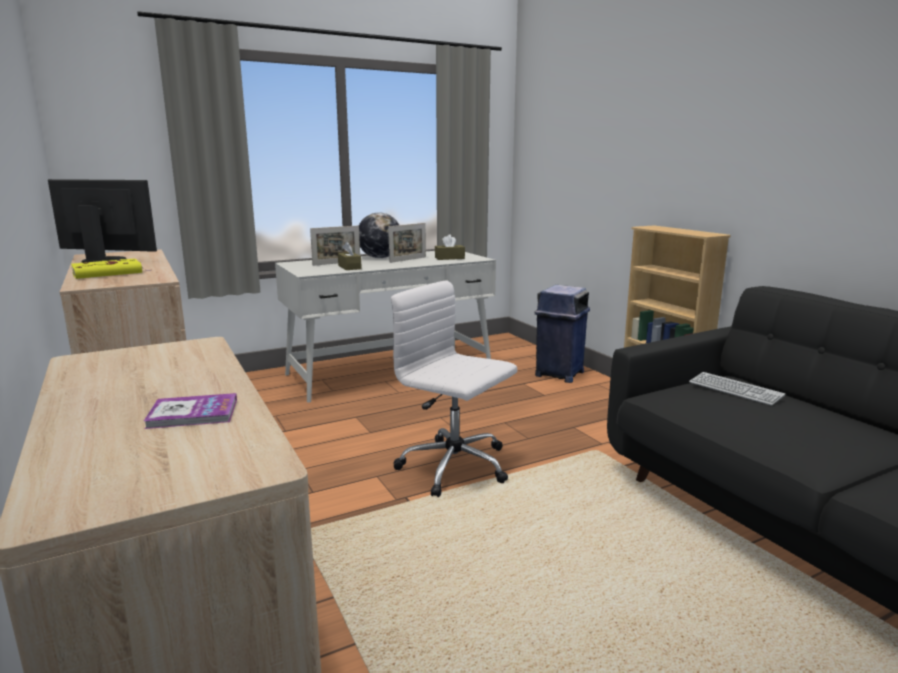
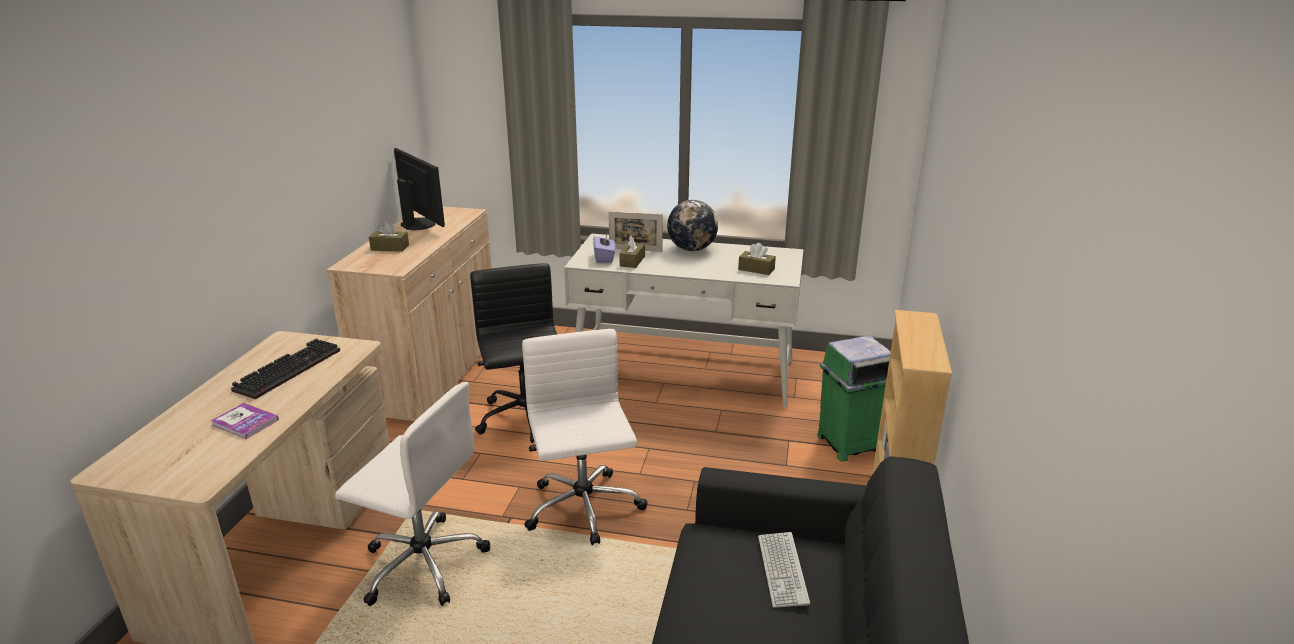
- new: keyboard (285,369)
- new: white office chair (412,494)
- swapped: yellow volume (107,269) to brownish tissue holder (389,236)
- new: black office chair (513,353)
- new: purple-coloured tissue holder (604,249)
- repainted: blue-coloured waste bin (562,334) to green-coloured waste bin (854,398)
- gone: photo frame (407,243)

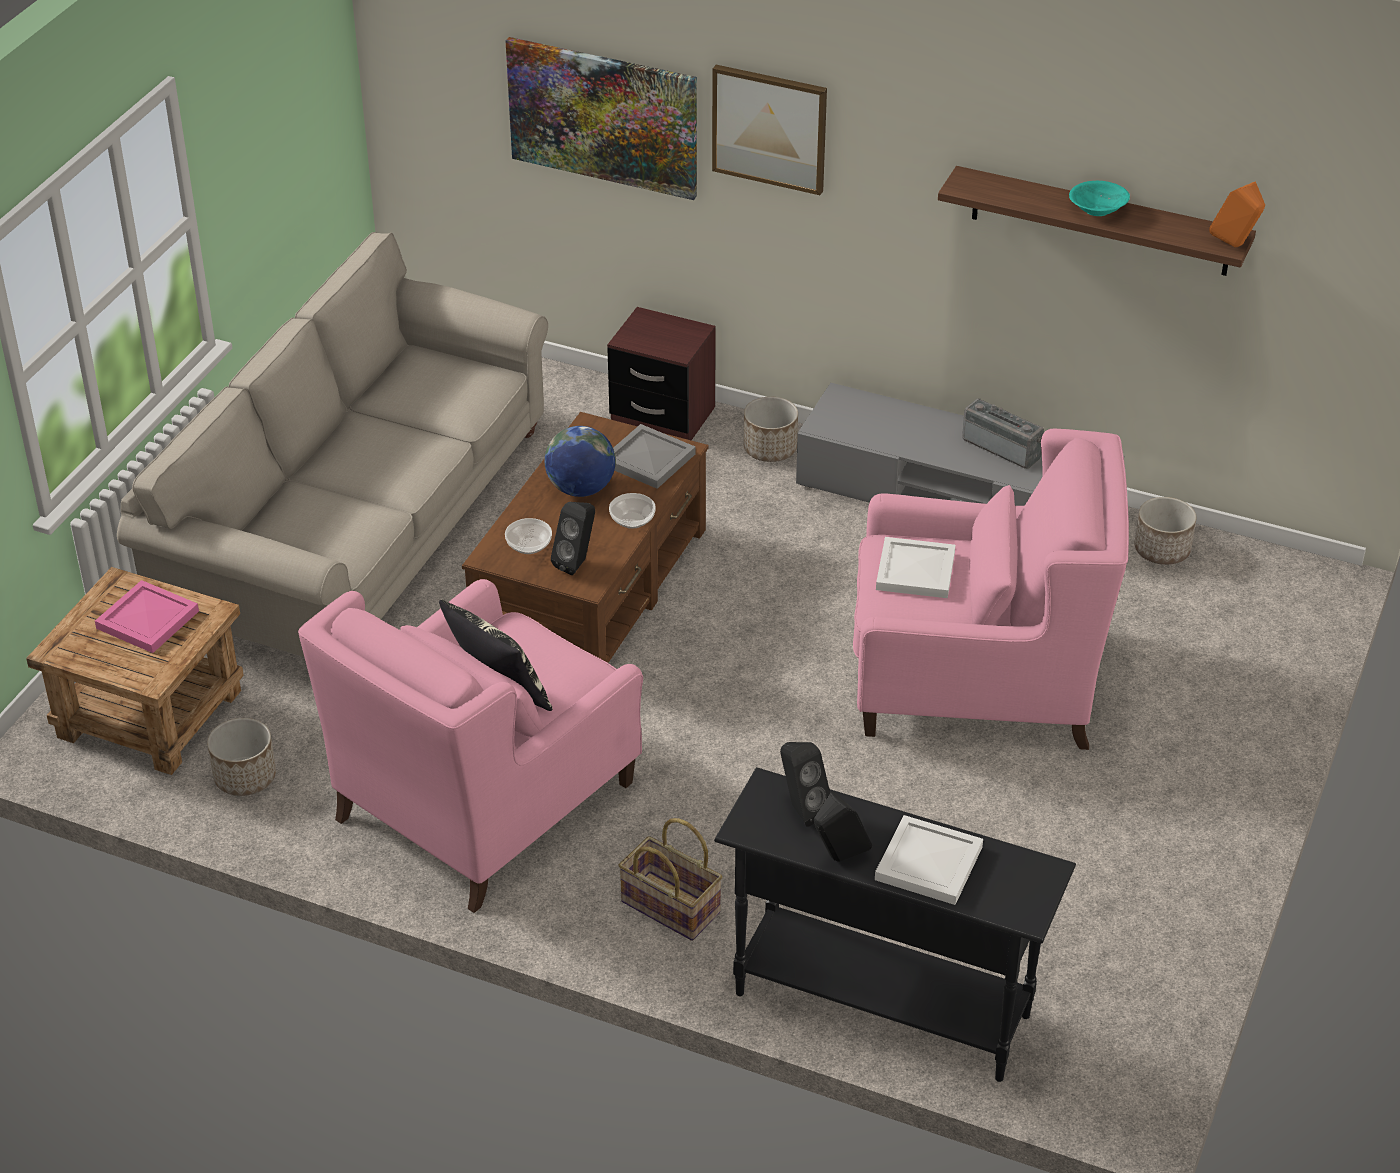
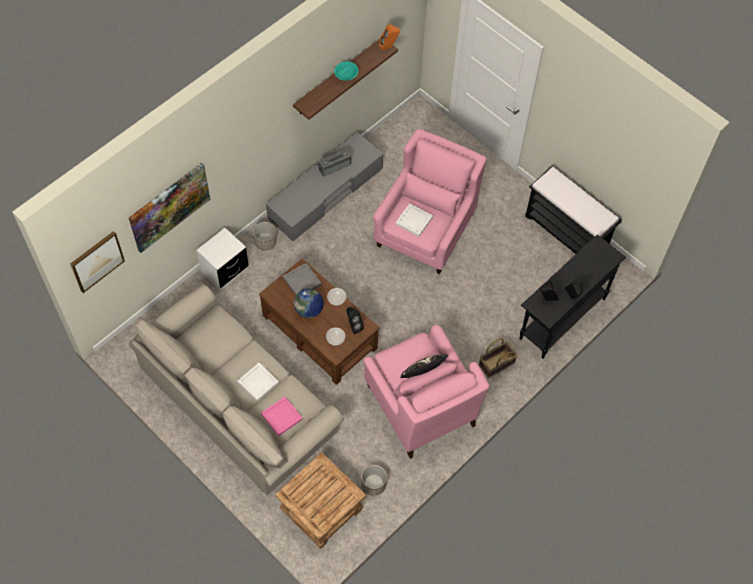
- shifted: picture (769,130) to (97,262)
- repainted: brownish bedside table (661,373) to white bedside table (222,259)
- shifted: white carrying tray (929,860) to (258,382)
- shifted: pink-coloured carrying tray (147,616) to (282,416)
- new: black long seat (573,210)
- gone: planter (1166,531)

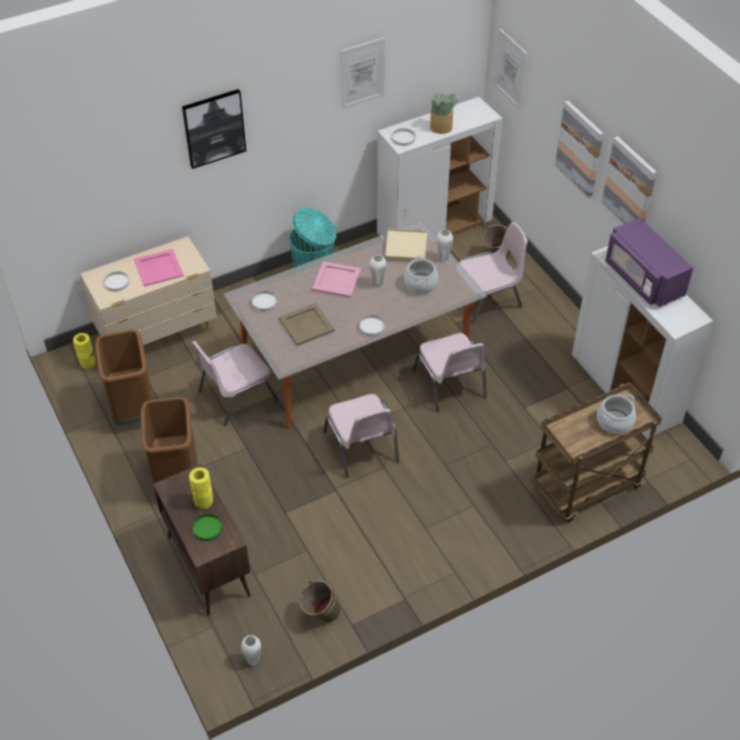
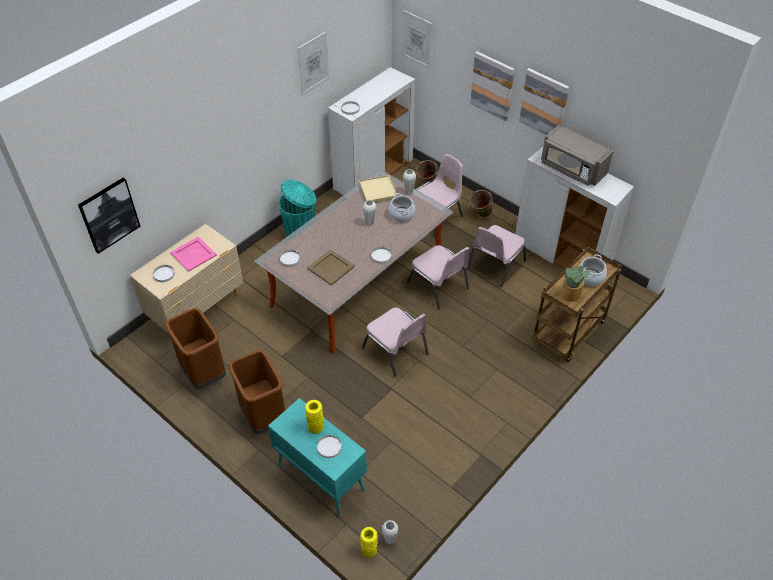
- shifted: picture (214,129) to (109,216)
- repainted: brownish cupboard (202,540) to blue-green cupboard (317,457)
- repainted: green-coloured plate (207,527) to white plate (329,446)
- shifted: yellow vase (84,351) to (369,542)
- shifted: pink-coloured chair (235,383) to (496,256)
- shifted: green-coloured pail (320,601) to (481,203)
- repainted: purple-coloured microwave oven (649,262) to gray microwave oven (577,155)
- shifted: houseplant (444,113) to (575,283)
- gone: pink-coloured carrying tray (337,279)

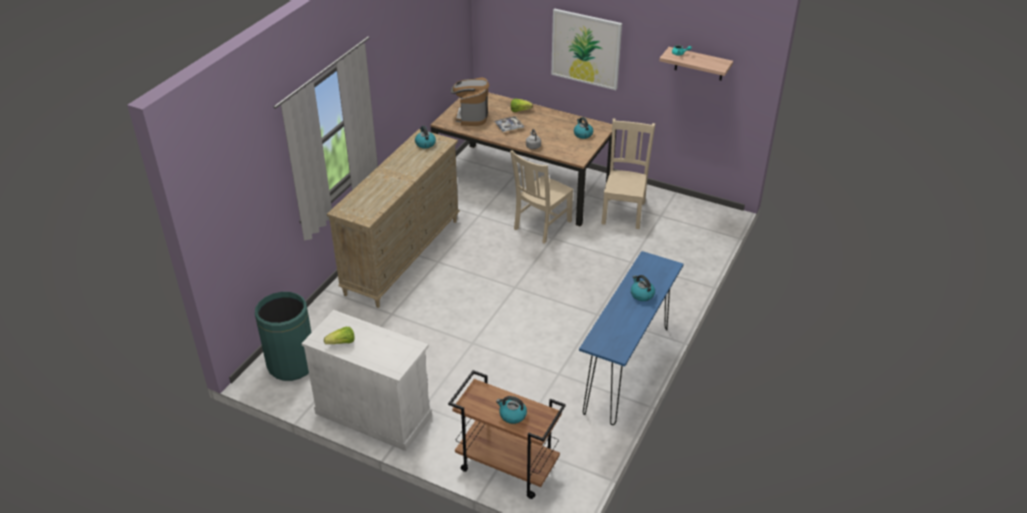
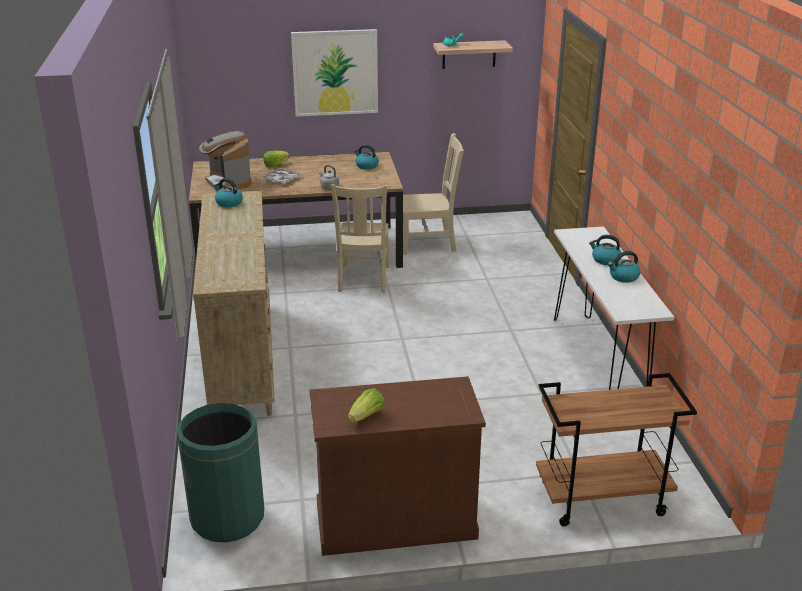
- repainted: white cupboard (366,380) to brownish cupboard (397,466)
- rotated: beige-coloured chair (628,174) = (433,194) 105 degrees clockwise
- repainted: blue-coloured console table (631,338) to white console table (614,308)
- shifted: tea kettle (511,410) to (624,267)

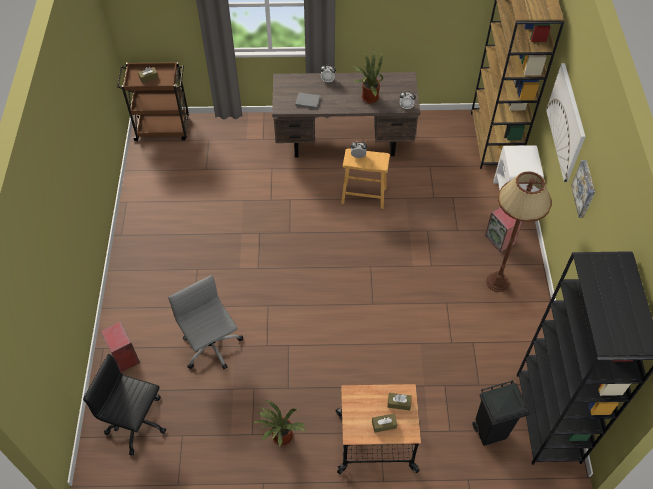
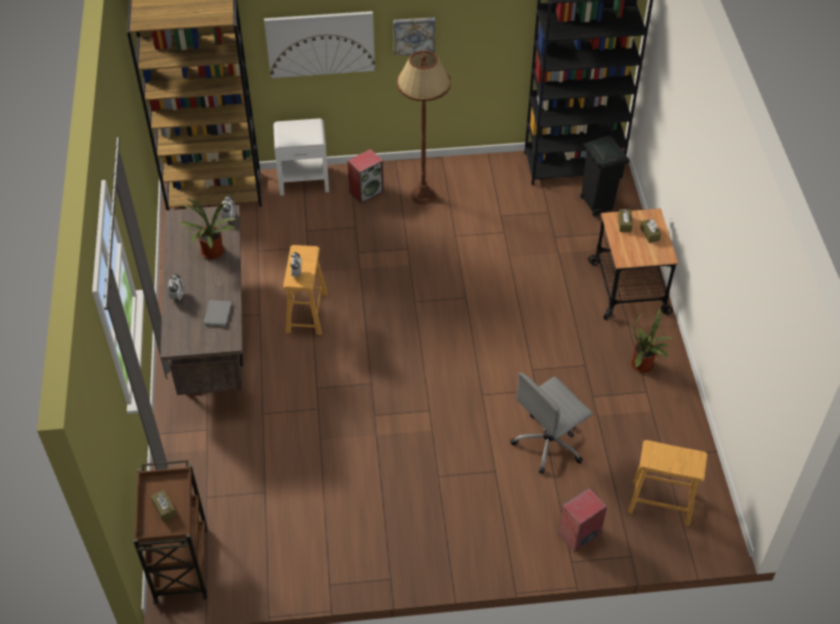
- swapped: black office chair (124,404) to brownish sitting stool (667,483)

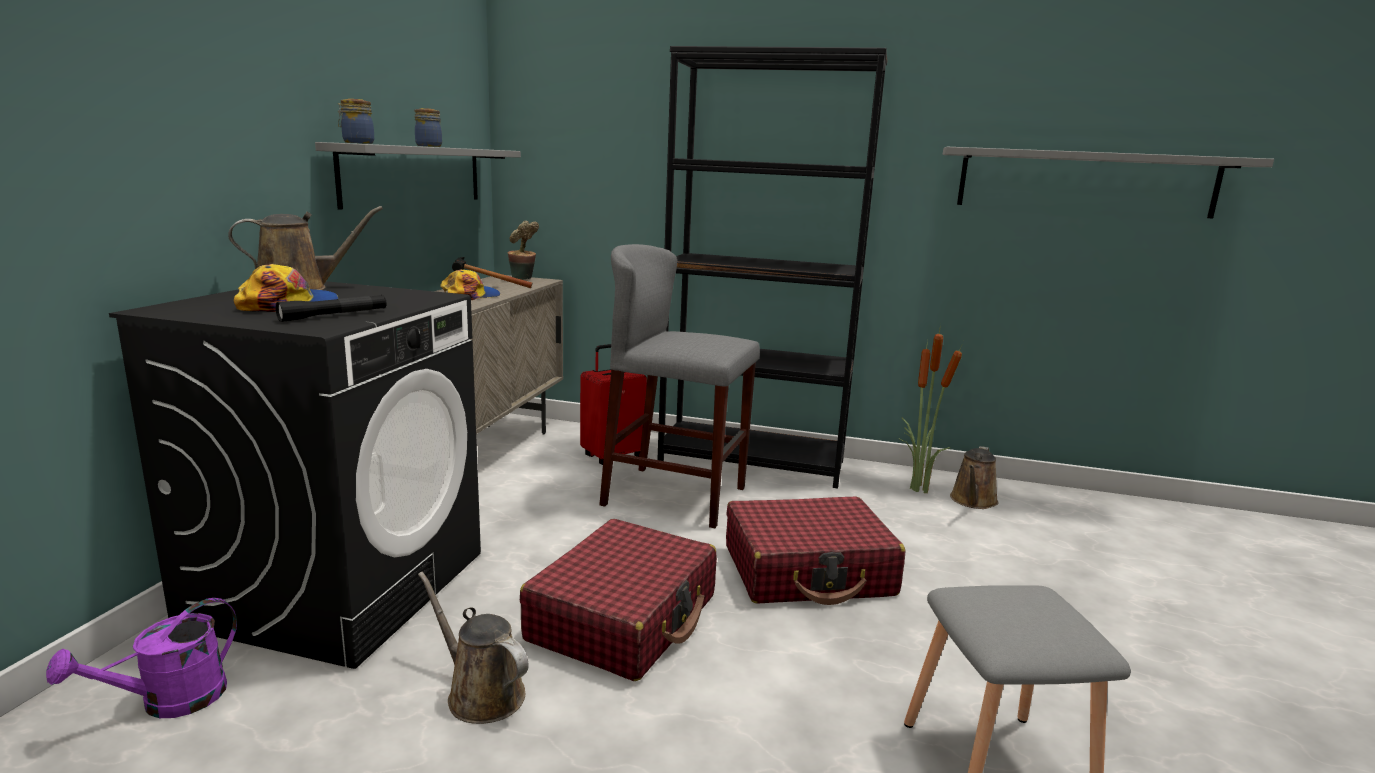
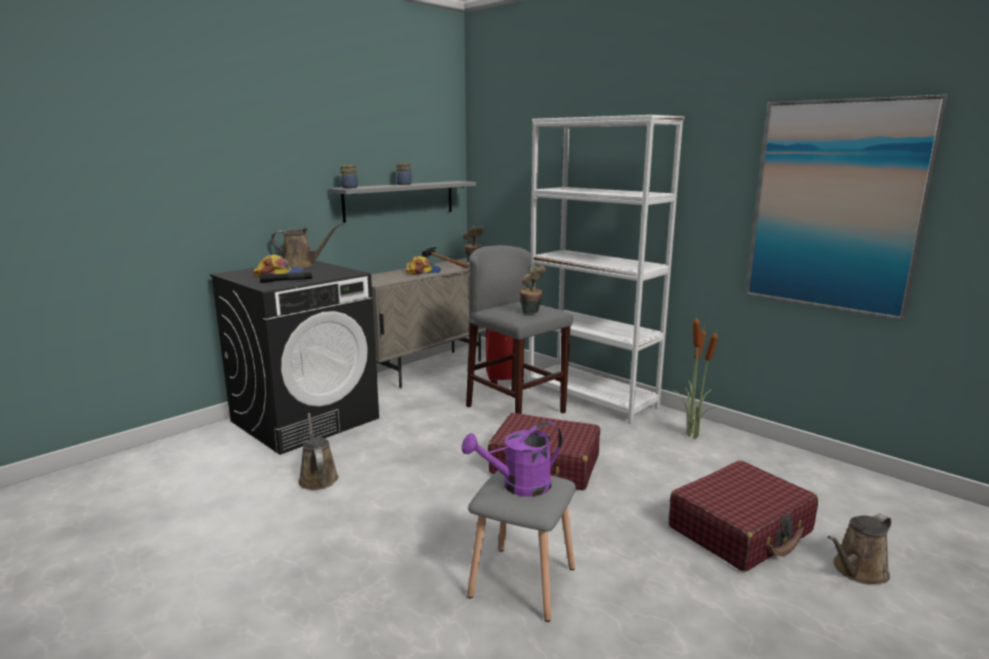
- shifted: purple-coloured watering can (141,658) to (512,459)
- new: houseplant (532,289)
- repainted: black bookcase (772,267) to white bookcase (606,269)
- shifted: reddish suitcase (618,600) to (743,516)
- swapped: gray bracket shelf (1108,182) to picture (846,208)
- shifted: brownish watering can (974,477) to (859,549)

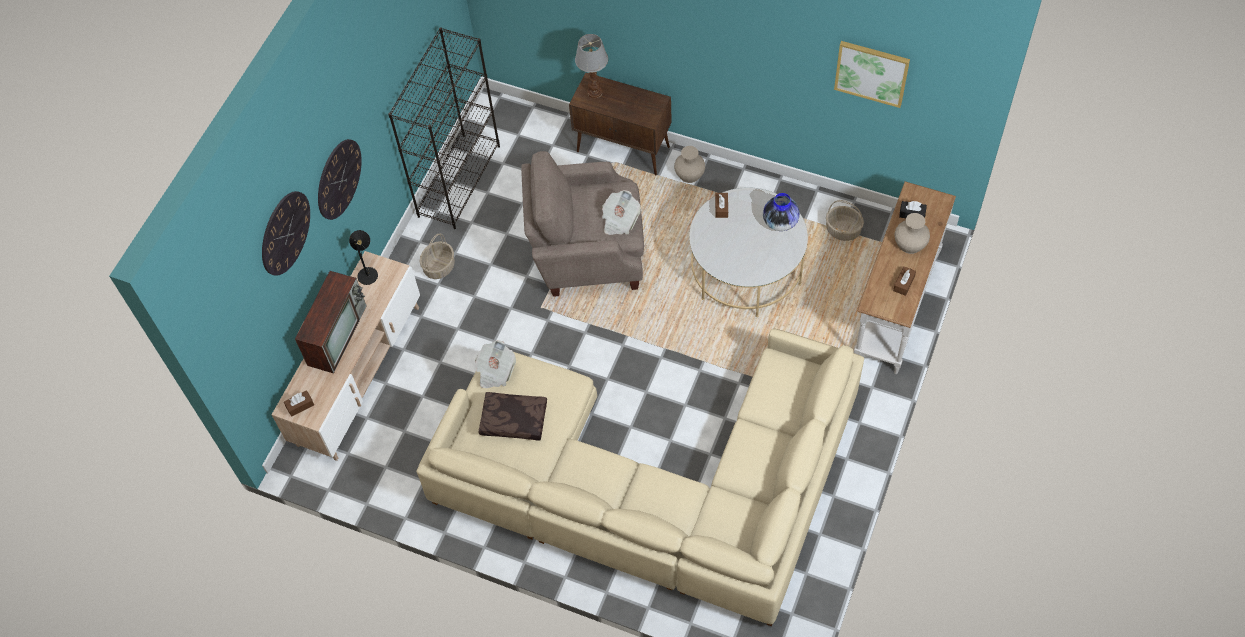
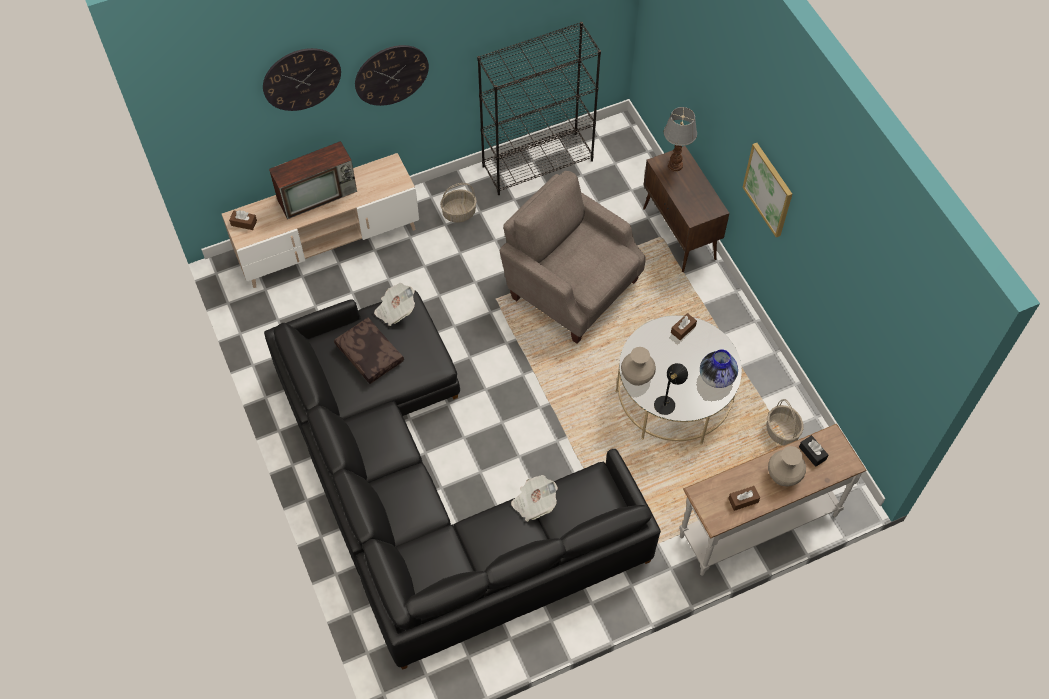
- repainted: beige-coloured settee (640,477) to black settee (462,480)
- shifted: newspaper (621,212) to (534,498)
- shifted: beige-coloured vase (689,164) to (638,366)
- shifted: black lamp for a table (363,257) to (671,389)
- shifted: picture (872,74) to (767,190)

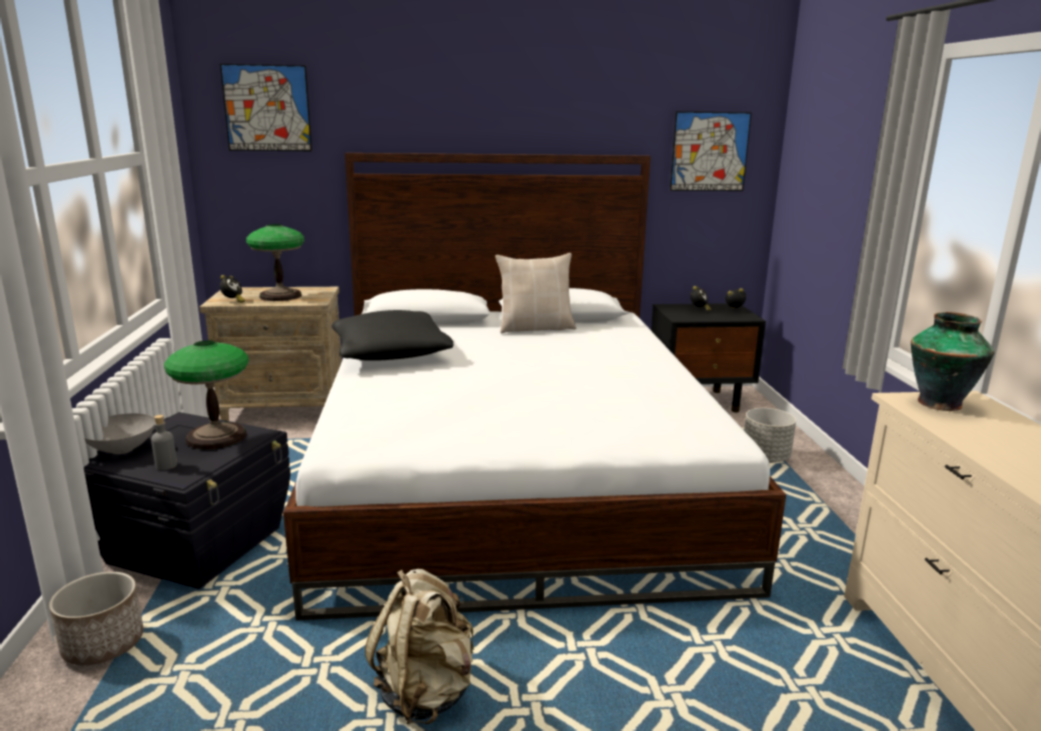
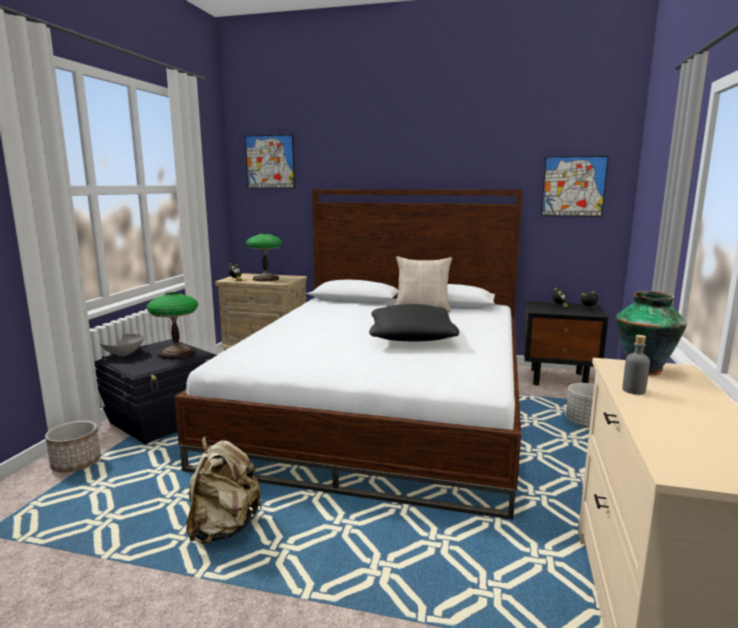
- shifted: black cushion (392,335) to (414,322)
- shifted: gray drink bottle (164,442) to (636,365)

